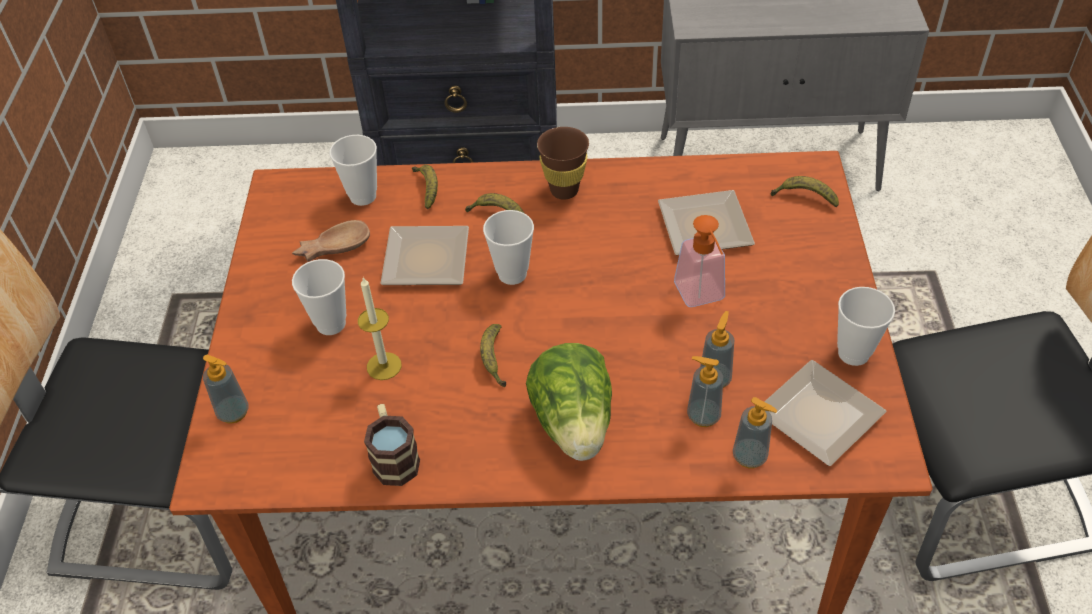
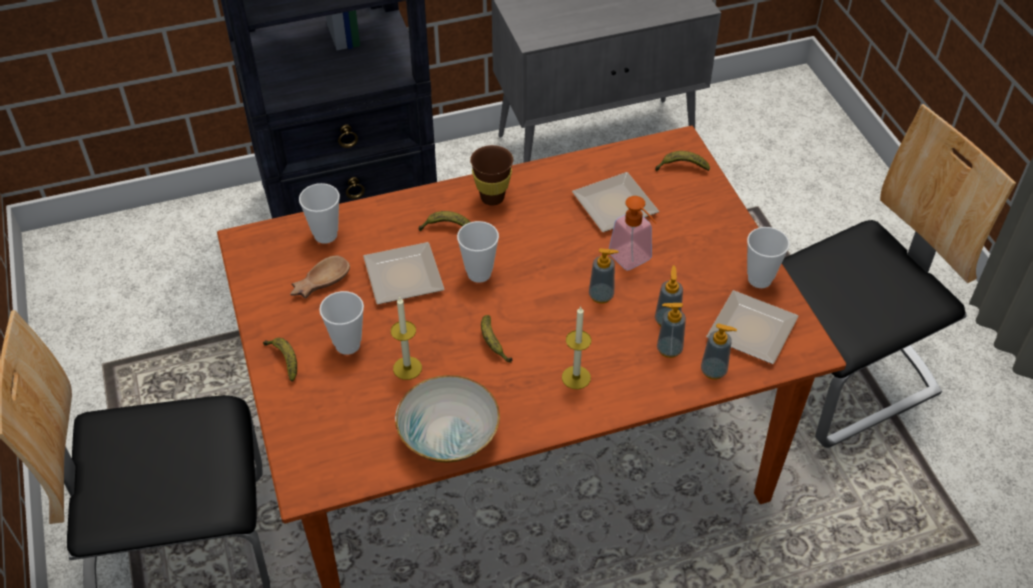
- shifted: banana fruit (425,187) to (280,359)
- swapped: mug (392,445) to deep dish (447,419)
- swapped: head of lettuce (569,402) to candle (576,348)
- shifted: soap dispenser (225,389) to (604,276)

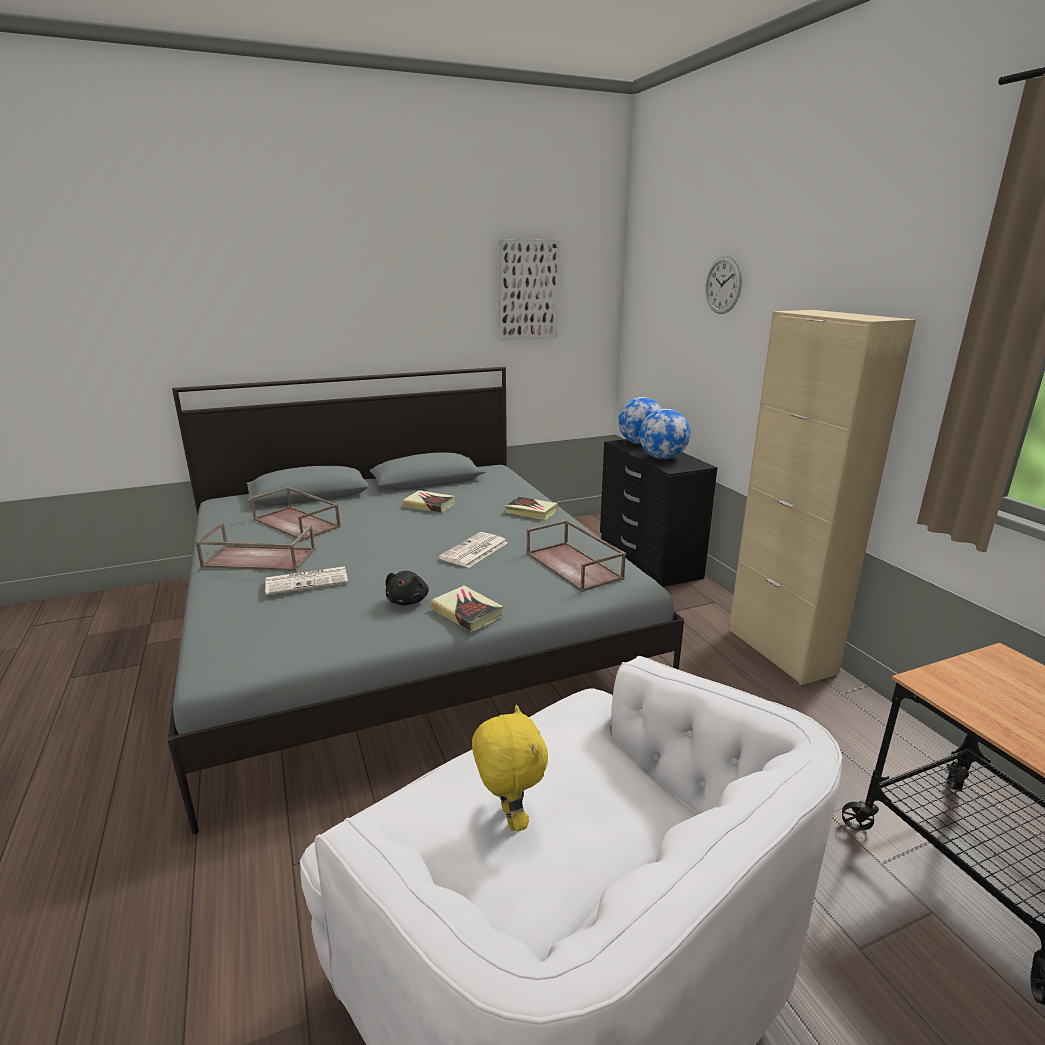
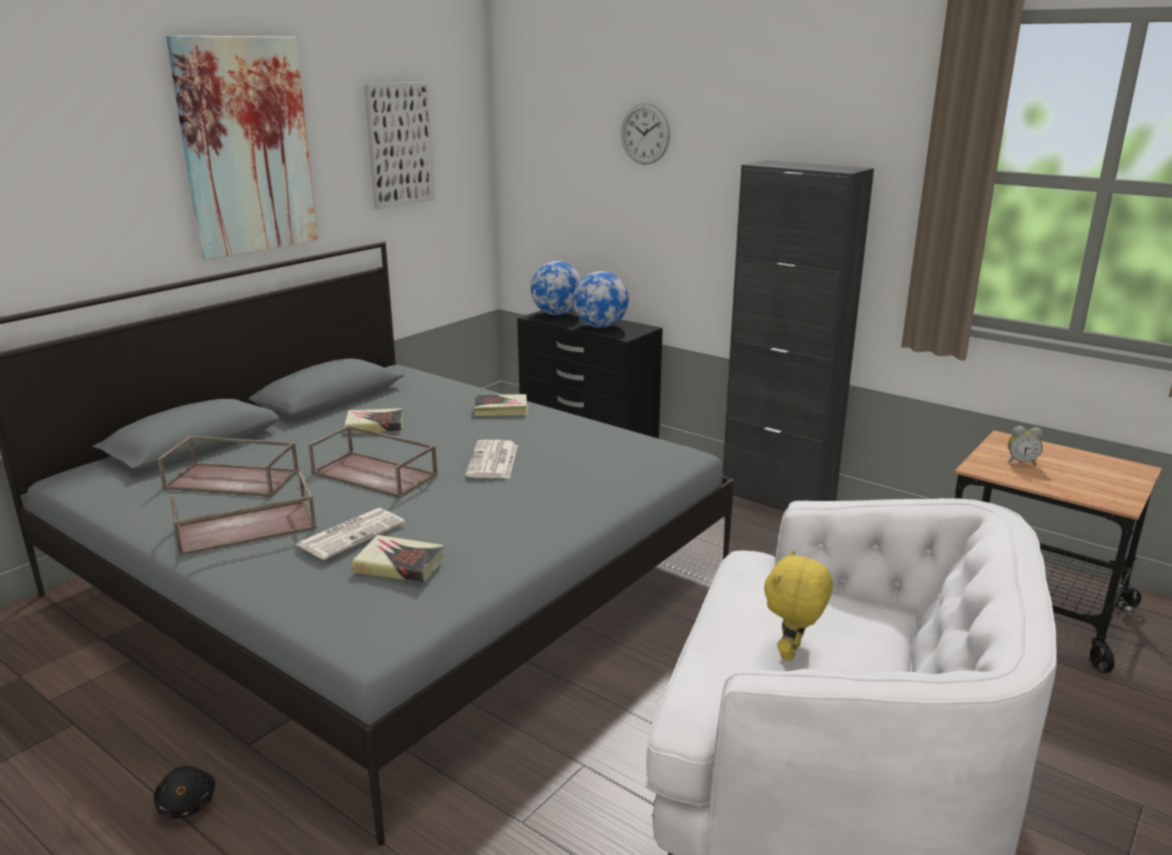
- shifted: black plush toy (407,588) to (184,792)
- new: picture (242,147)
- shifted: brownish carrying tray (576,556) to (373,461)
- shifted: volume (466,608) to (398,558)
- repainted: beige-coloured cupboard (822,497) to black cupboard (798,335)
- rotated: yellow plush toy (510,768) = (798,605) 105 degrees counterclockwise
- new: table clock (1025,446)

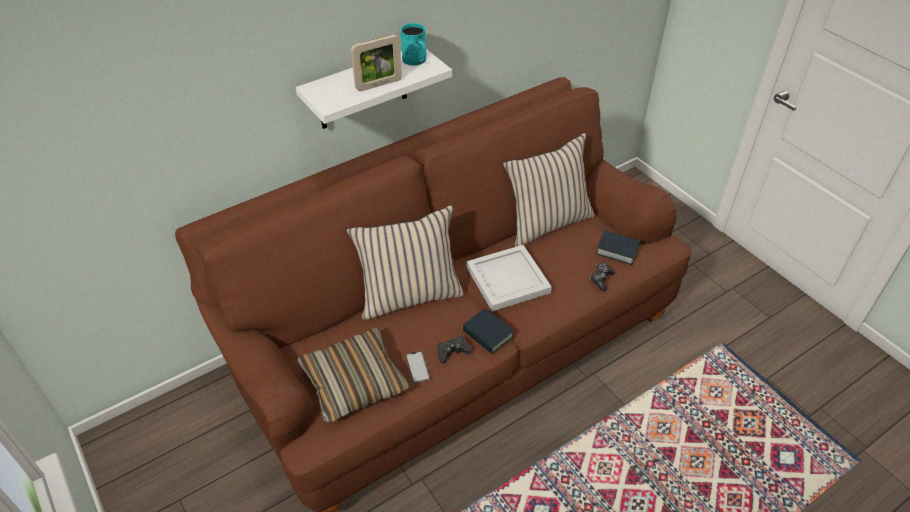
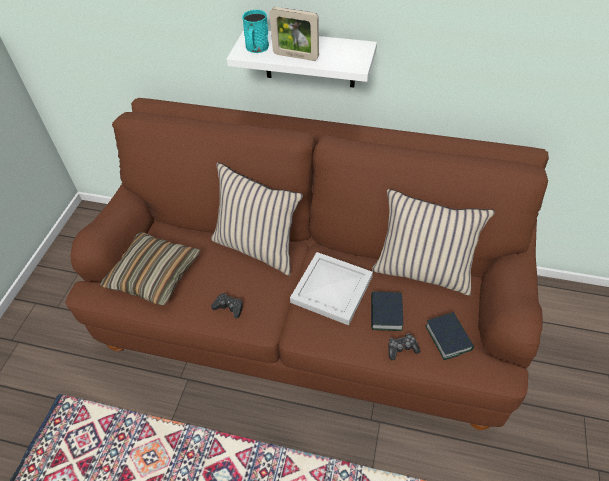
- shifted: blue-green mug (413,44) to (255,31)
- shifted: volume (488,331) to (387,311)
- gone: telephone (417,367)

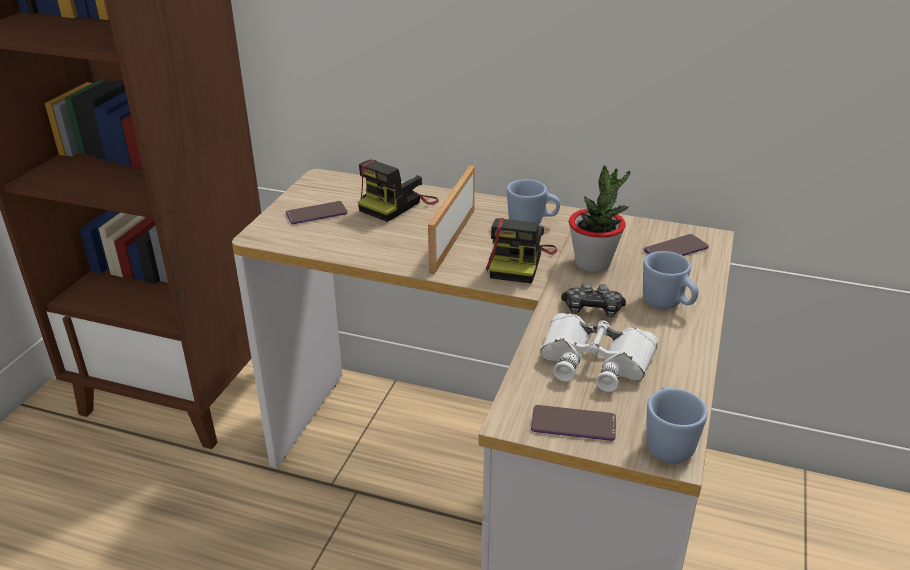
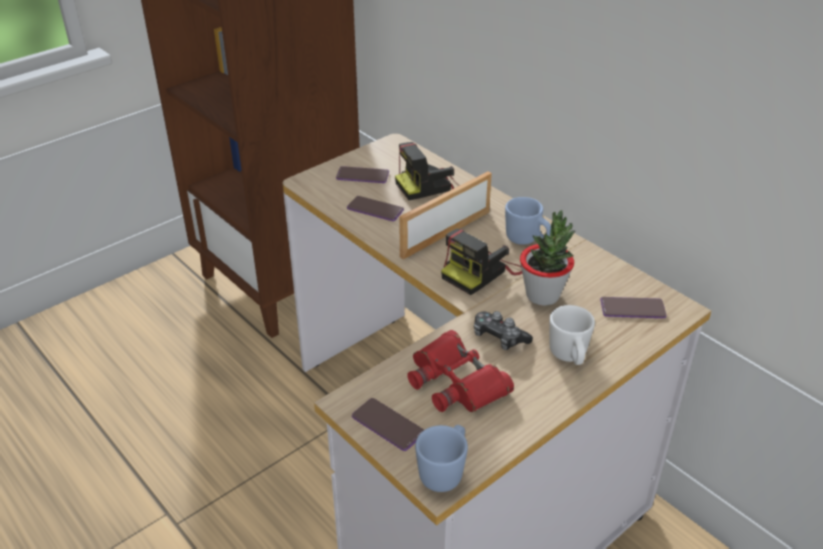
- new: telephone (375,208)
- repainted: white pair of binoculars (599,352) to reddish pair of binoculars (460,371)
- repainted: blue-coloured mug (671,280) to white mug (572,335)

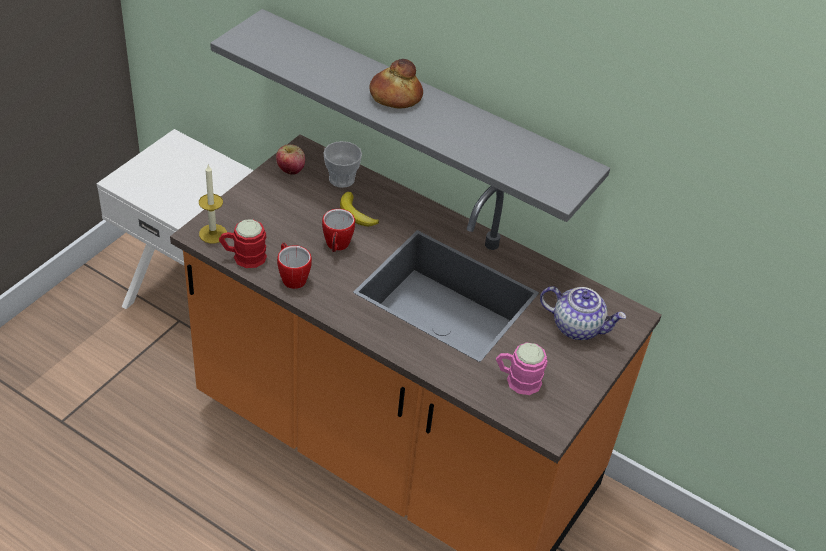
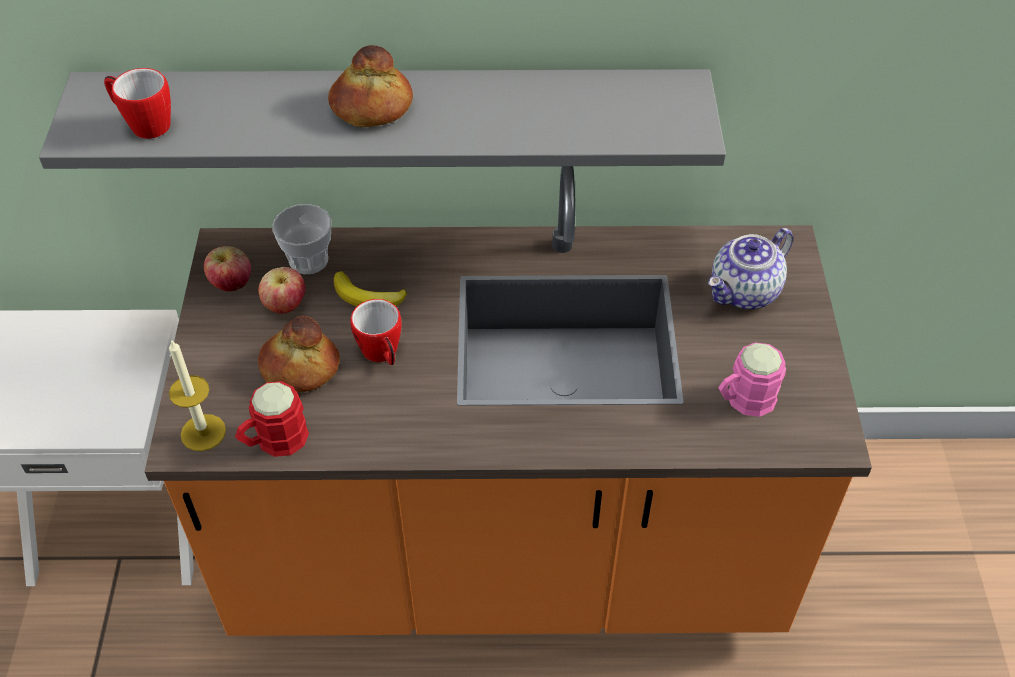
- shifted: mug (294,266) to (137,103)
- new: whole apple (282,290)
- new: bakery bread (299,354)
- rotated: tea pot (583,313) = (750,268) 150 degrees clockwise

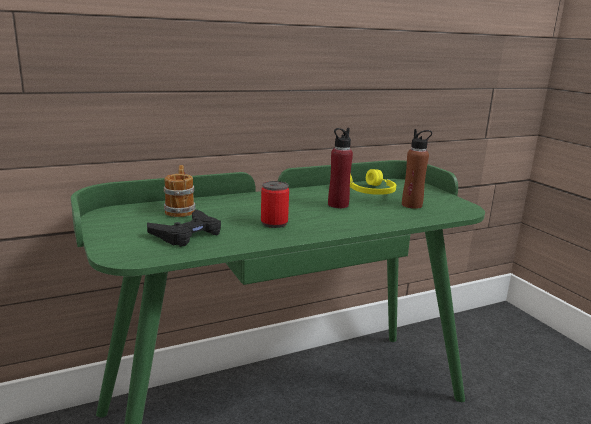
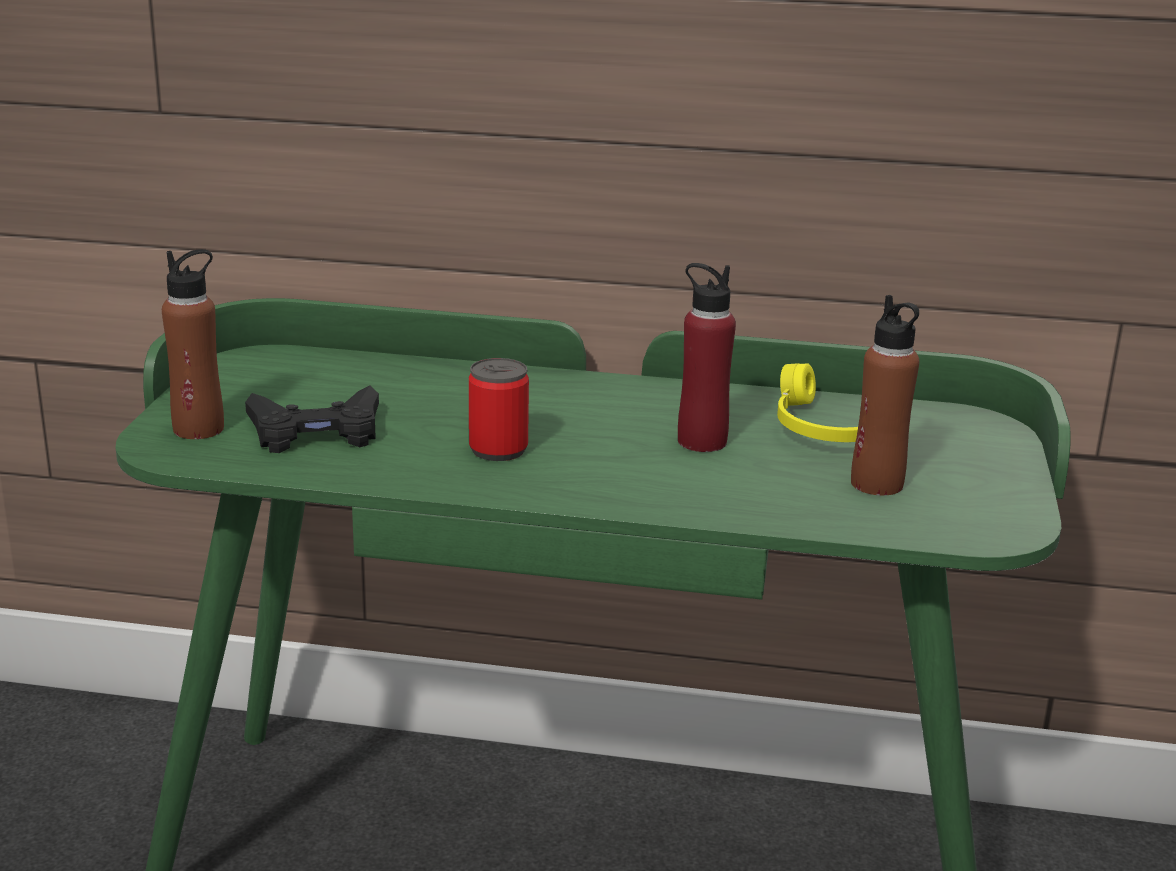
- new: brownish drink bottle (193,344)
- gone: mug (180,191)

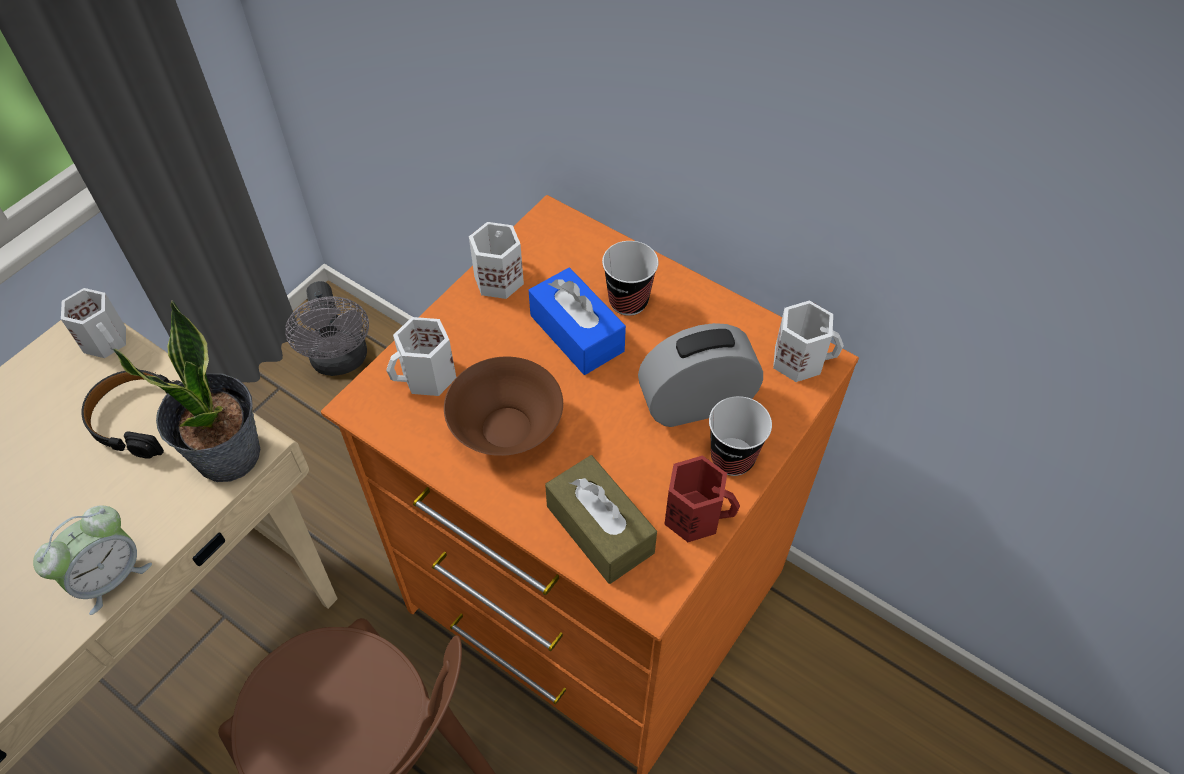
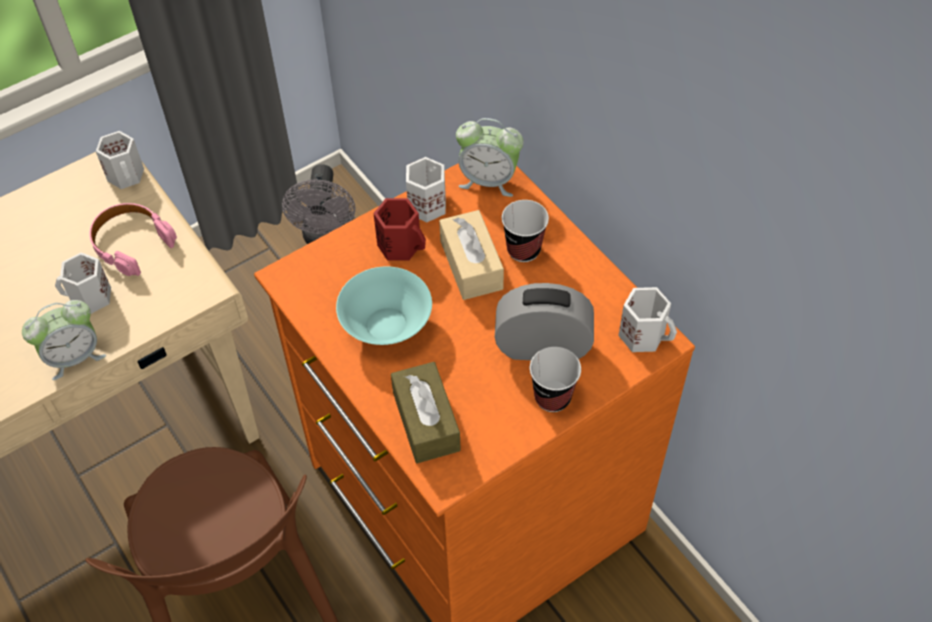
- shifted: white mug (421,356) to (83,283)
- repainted: black pair of headphones (131,414) to pink-coloured pair of headphones (133,239)
- repainted: brownish deep dish (503,406) to blue-green deep dish (384,305)
- shifted: reddish mug (702,498) to (400,229)
- repainted: blue-coloured tissue holder (577,321) to beige-coloured tissue holder (471,255)
- new: table clock (490,157)
- gone: houseplant (186,391)

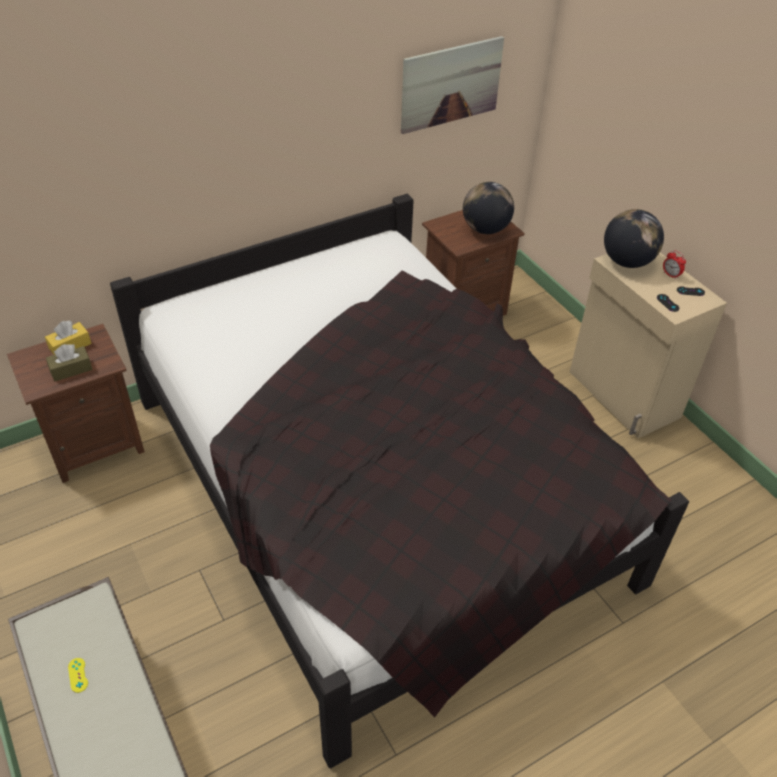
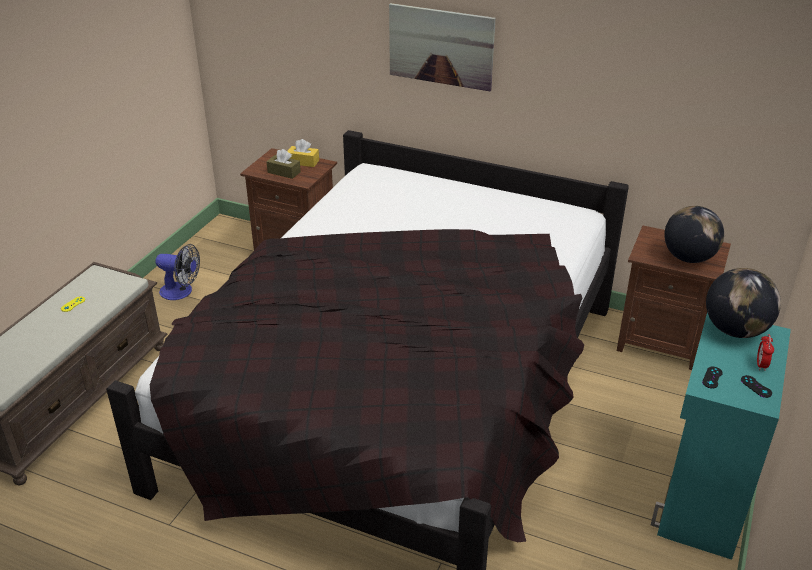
- new: fan (177,272)
- shifted: picture (452,85) to (442,47)
- repainted: beige-coloured cupboard (648,345) to blue-green cupboard (721,436)

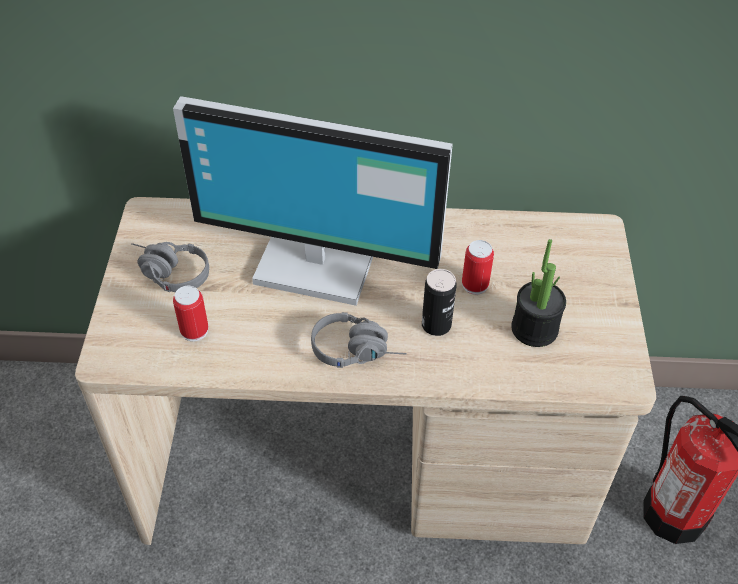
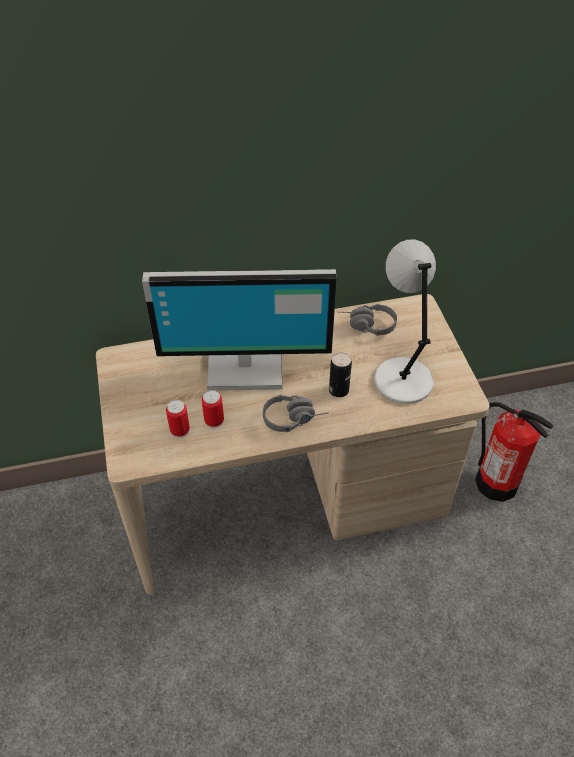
- shifted: can (478,267) to (213,409)
- shifted: gray pair of headphones (170,267) to (367,320)
- swapped: houseplant (538,293) to gray lamp for a table (405,322)

